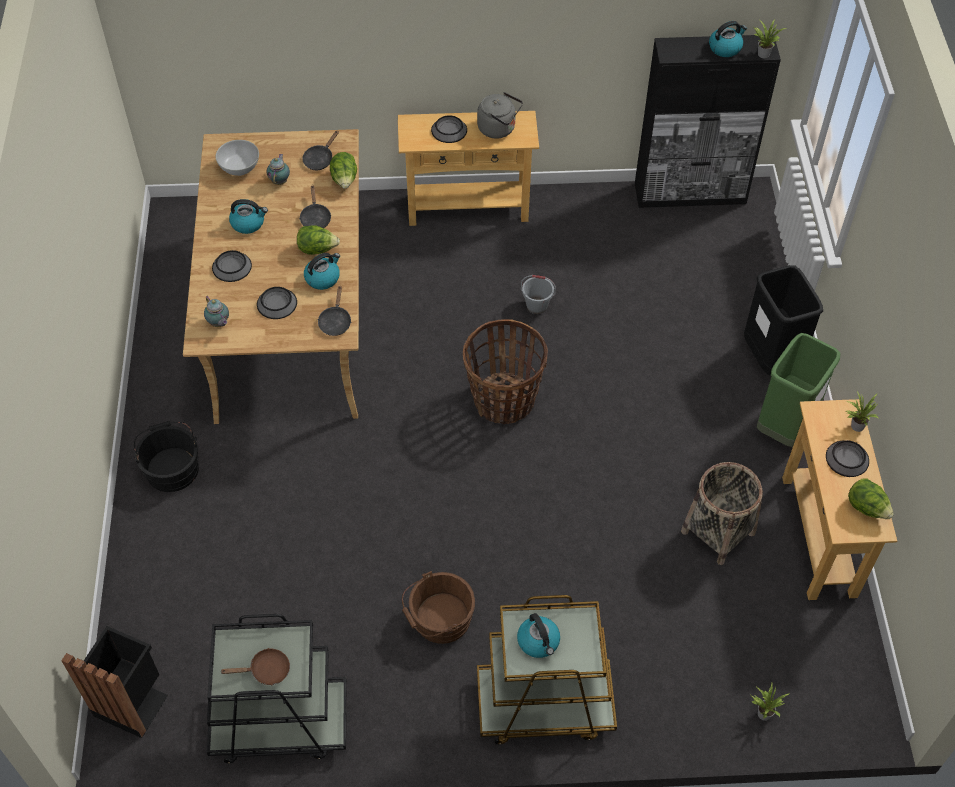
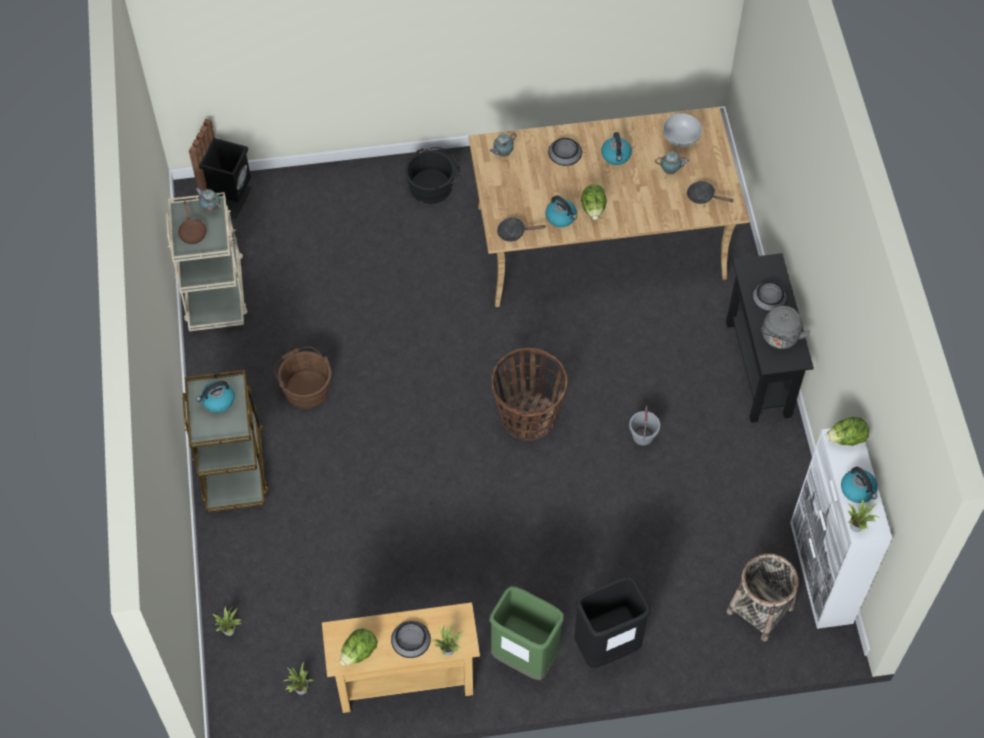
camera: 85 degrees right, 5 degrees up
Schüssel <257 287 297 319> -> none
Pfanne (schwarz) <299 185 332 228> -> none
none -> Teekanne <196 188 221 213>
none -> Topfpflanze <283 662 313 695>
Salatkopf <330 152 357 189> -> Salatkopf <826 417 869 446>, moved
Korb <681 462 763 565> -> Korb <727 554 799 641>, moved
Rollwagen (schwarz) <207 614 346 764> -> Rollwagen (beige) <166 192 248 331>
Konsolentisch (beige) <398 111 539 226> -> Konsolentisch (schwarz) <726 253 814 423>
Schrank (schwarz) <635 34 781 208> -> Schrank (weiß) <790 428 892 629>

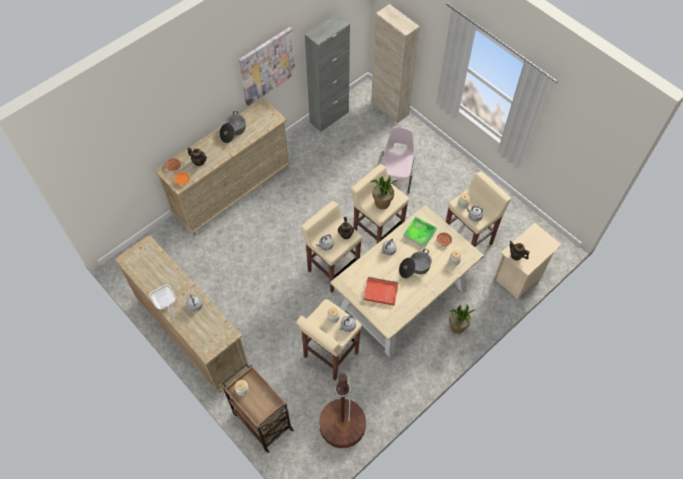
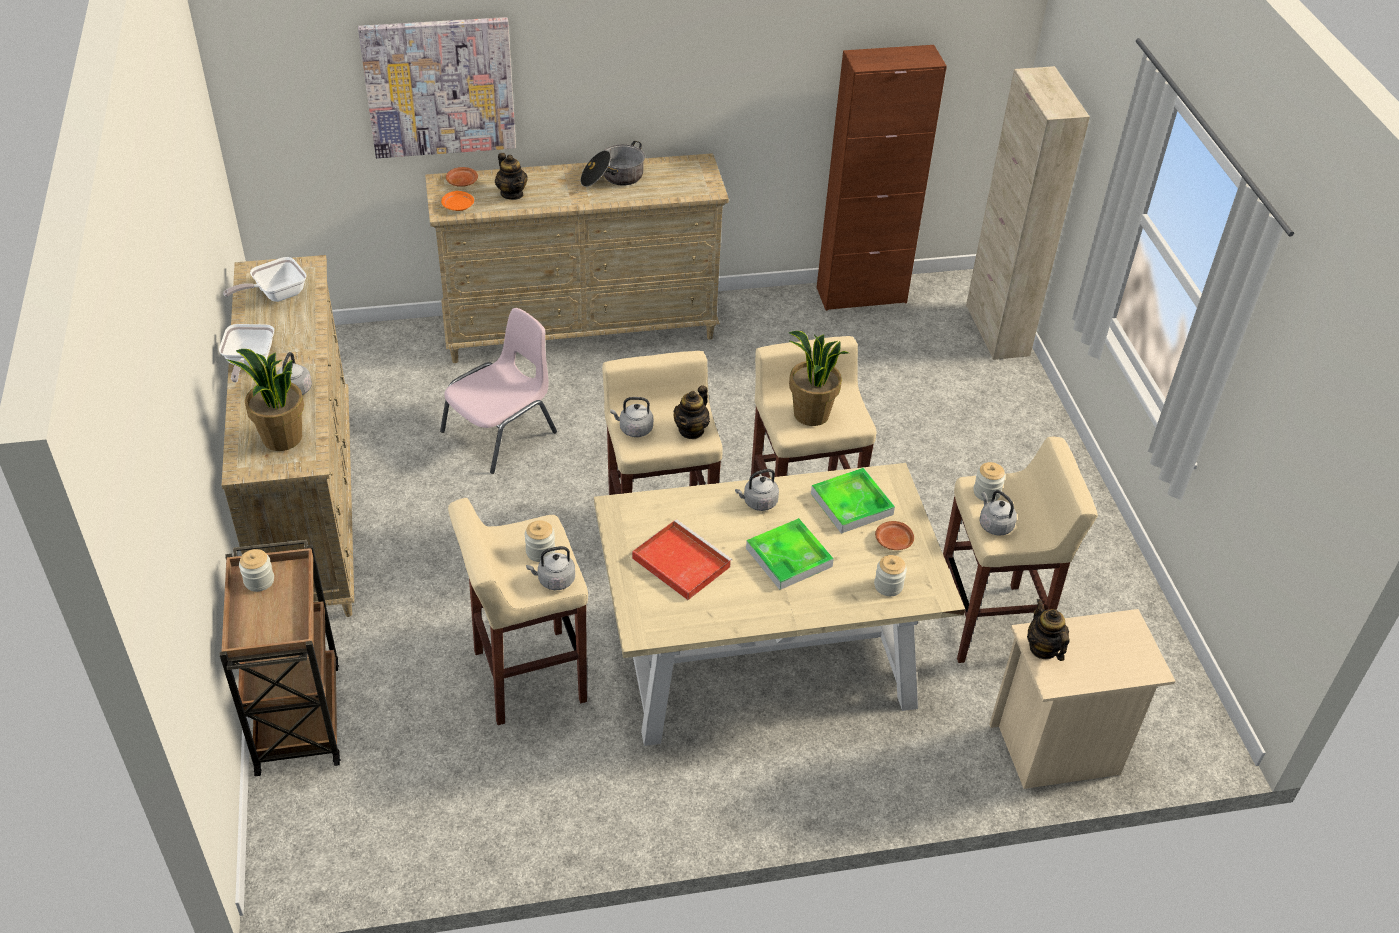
camera: 30 degrees right, 15 degrees down
Stehlampe (braun) <319 373 366 448> -> none
none -> Pfanne <223 257 307 302>
Bild <239 27 296 106> -> Bild <358 17 516 158>, moved
Stuhl (rosa) <378 127 416 194> -> Stuhl (rosa) <440 308 557 474>, moved
Topfpflanze <449 305 475 334> -> Topfpflanze <226 349 304 451>, moved
Kochtopf <399 249 432 278> -> Tablett <746 518 834 590>
Schrank (grau) <305 14 350 132> -> Schrank (braun) <817 45 947 311>

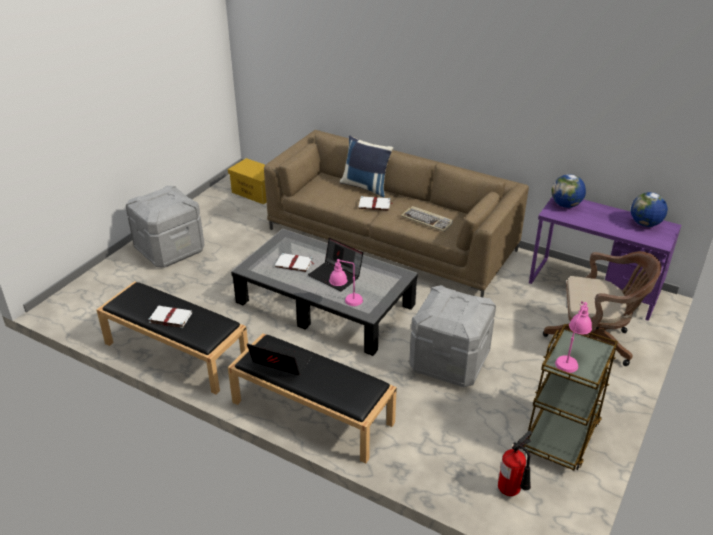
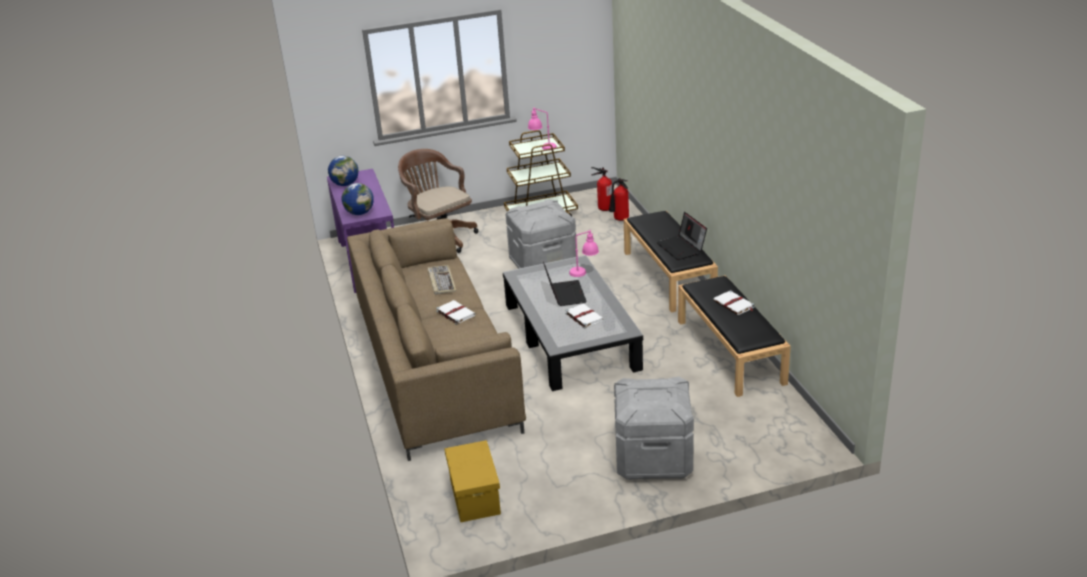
camera: 135 degrees left, 5 degrees down
Kissen (blau) <340 136 393 197> -> none
none -> Feuerlöscher <609 178 629 221>

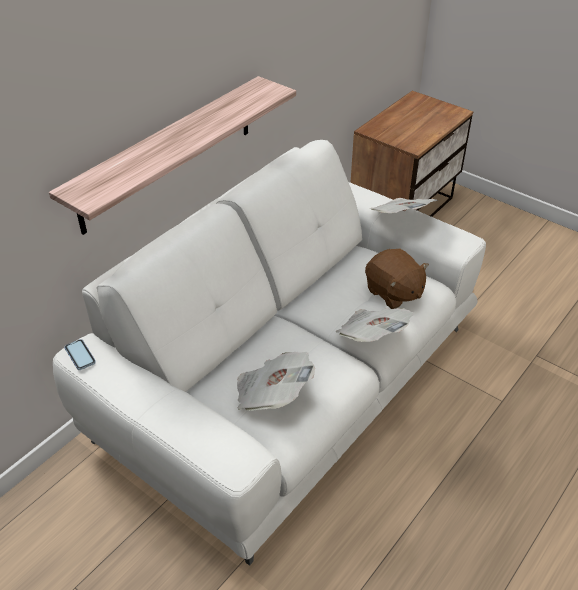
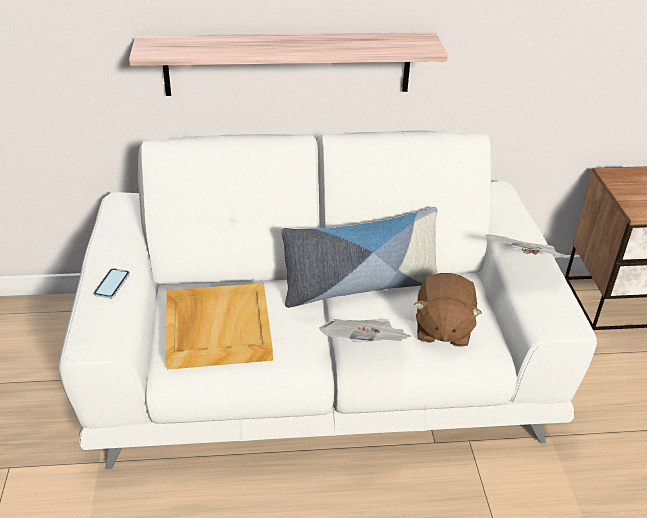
camera: 45 degrees right, 5 degrees down
none -> Kissen <281 207 438 308>
Handy <65 339 96 370> -> Handy <93 268 130 299>, moved
Zeitung <237 352 315 411> -> Tablett (beige) <165 283 273 370>

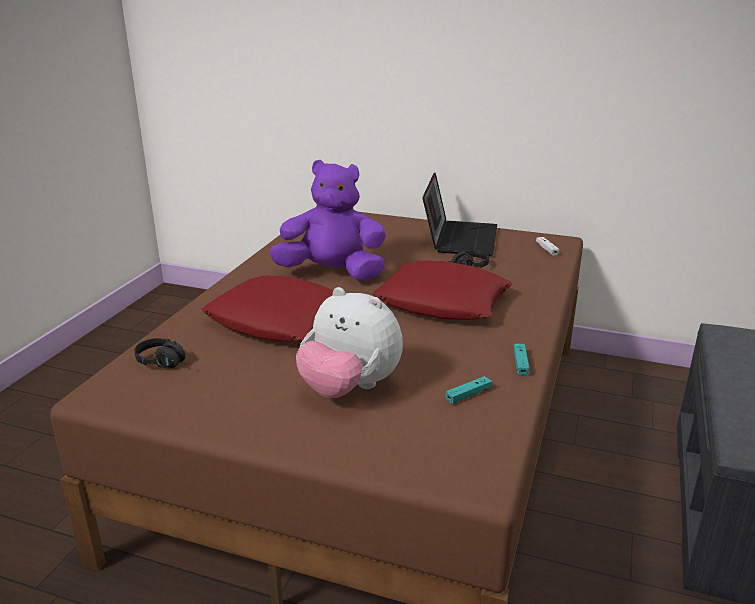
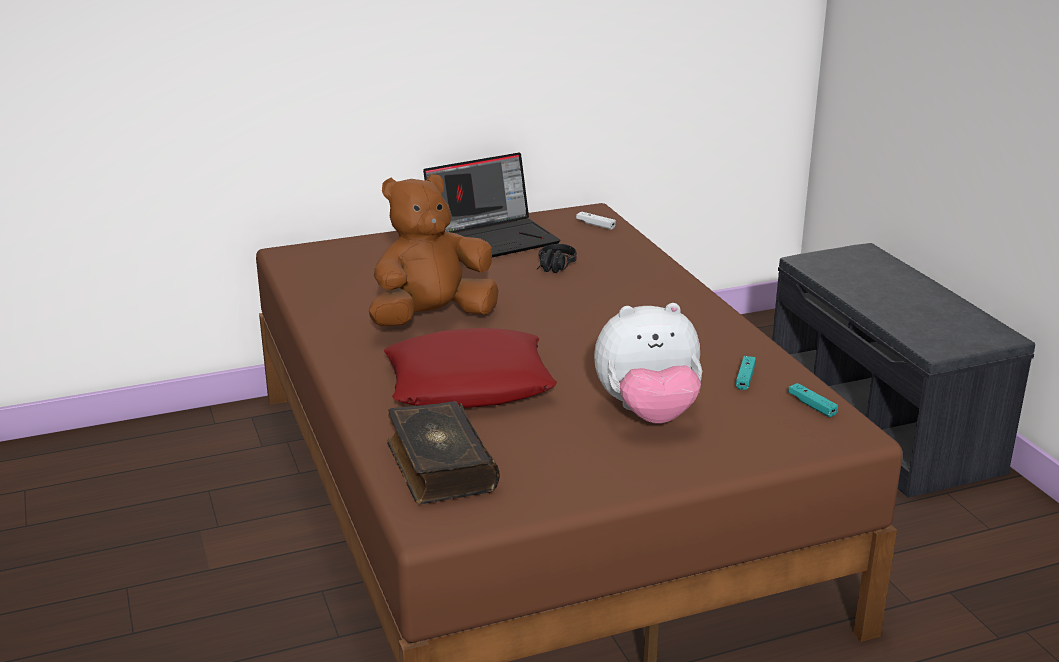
camera: 40 degrees left, 0 degrees up
Kissen (rot) <373 261 513 320> -> none
Gamepad (türkis) <513 343 529 376> -> Gamepad (türkis) <788 383 838 417>, moved
Kopfhörer (schwarz) <135 338 187 368> -> Buch <387 401 500 504>
Plüschtier (lila) <269 160 386 281> -> Plüschtier (braun) <369 174 499 326>
Laptop <422 173 497 256> -> Laptop <423 152 561 257>, 90 degrees clockwise

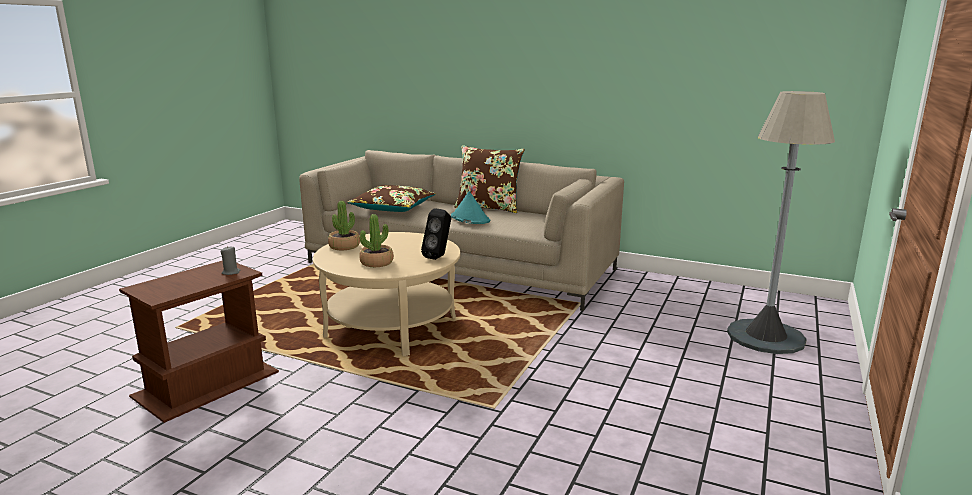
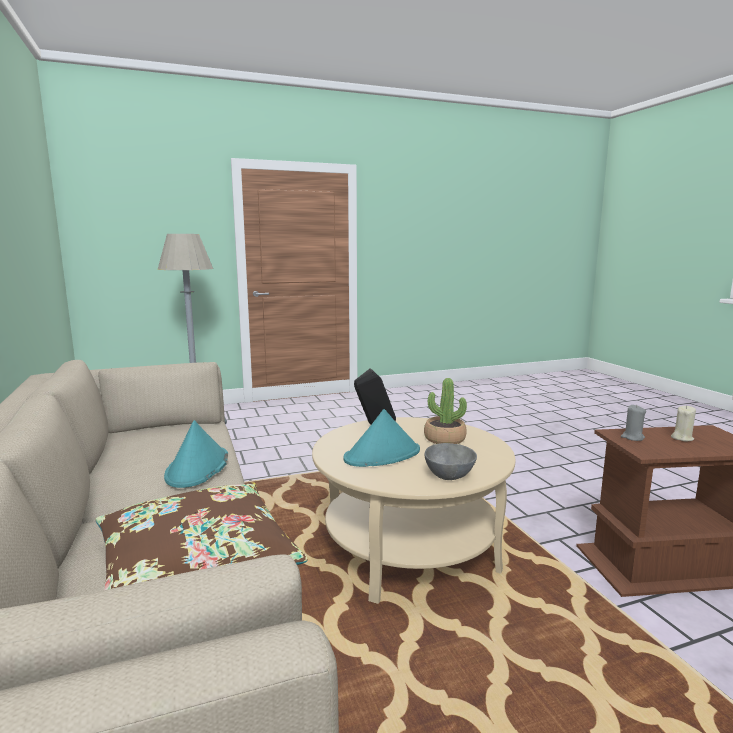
camera: 135 degrees left, 5 degrees down
Kissen (braun) <454 145 525 213> -> none
none -> Hut (türkis) <343 409 420 467>
none -> Kerze (beige) <671 406 696 441>
Topfpflanze <328 201 360 250> -> Schüssel (grau) <424 443 477 480>

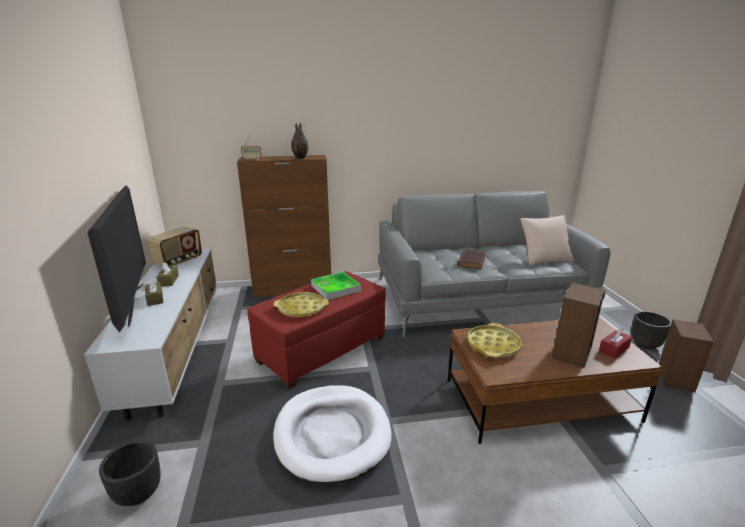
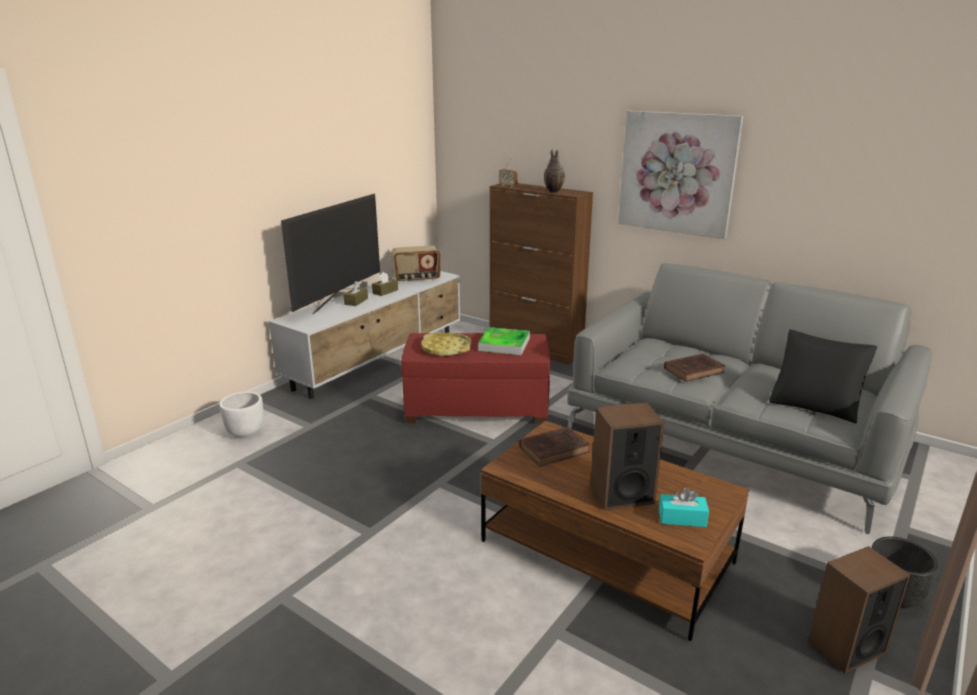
camera: 45 degrees right, 0 degrees up
Hundebett (weiß) <273 385 392 483> -> none
none -> Bild <618 111 744 239>
Tablett (gelb) <467 323 522 357> -> Buch (braun) <519 426 590 467>
Pflanzkübel (schwarz) <99 440 161 506> -> Pflanzkübel (weiß) <219 392 264 439>
Kissen (beige) <520 215 575 265> -> Kissen (schwarz) <769 330 877 424>
Taschentuchbox (rot) <599 327 632 358> -> Taschentuchbox (türkis) <659 488 709 527>

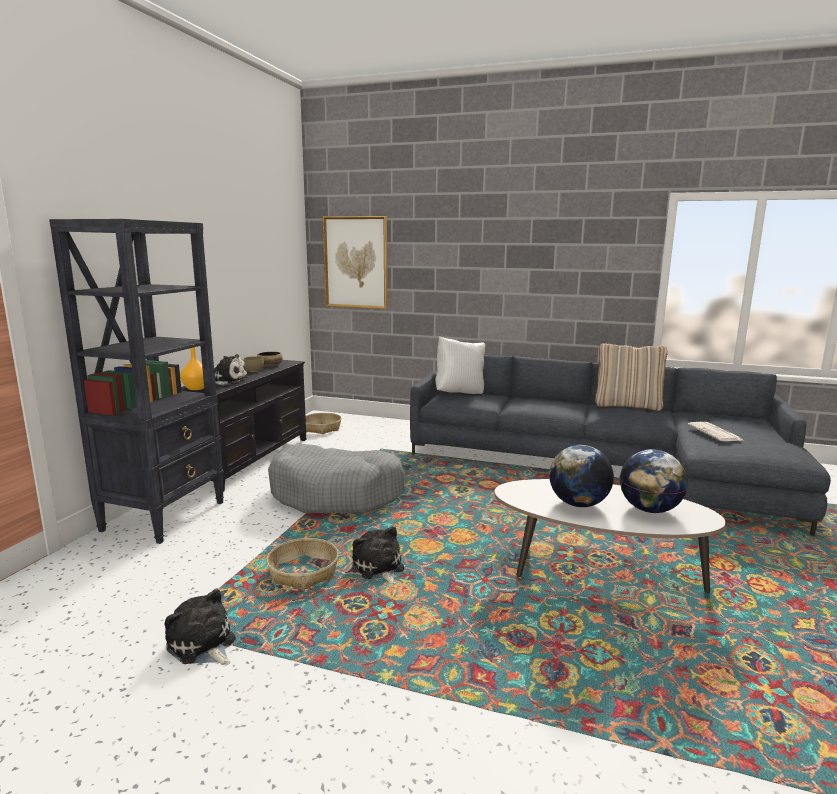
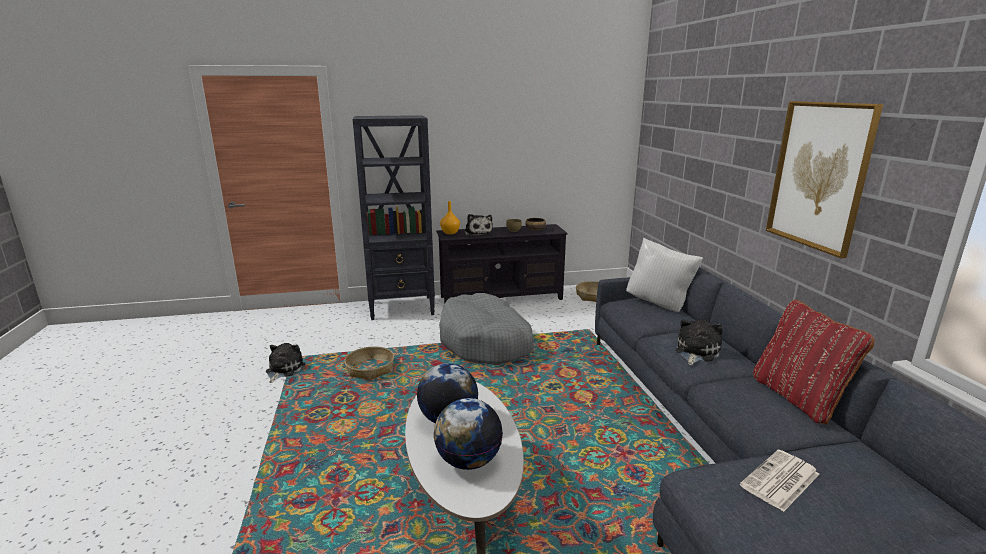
camera: 60 degrees right, 5 degrees up
Bild <323 216 387 309> -> Bild <766 101 883 258>, moved
Plüschtier <352 526 404 585> -> Plüschtier <675 320 723 365>, moved
Kissen (beige) <595 343 667 411> -> Kissen (rot) <753 300 875 425>

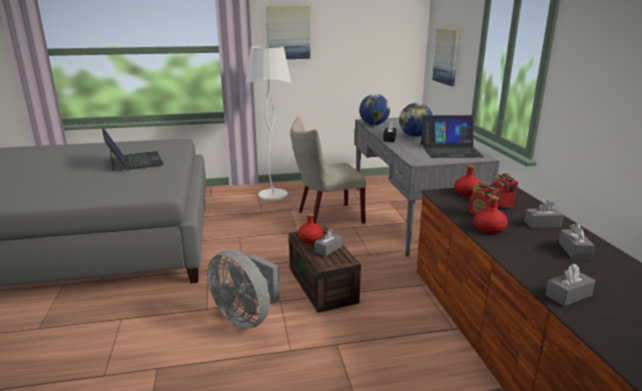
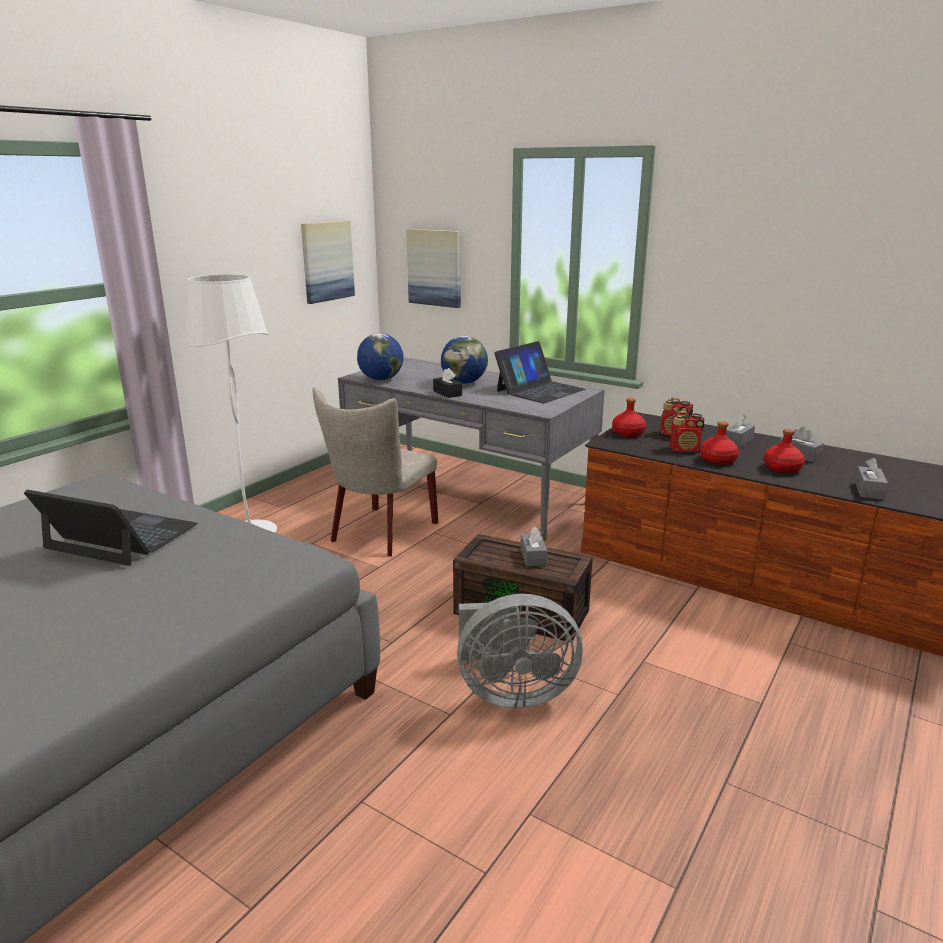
camera: 45 degrees left, 0 degrees up
Bild <266 6 310 59> -> Bild <301 221 355 304>, moved
Flasche (rot) <297 213 323 244> -> Flasche (rot) <764 429 805 473>, moved

